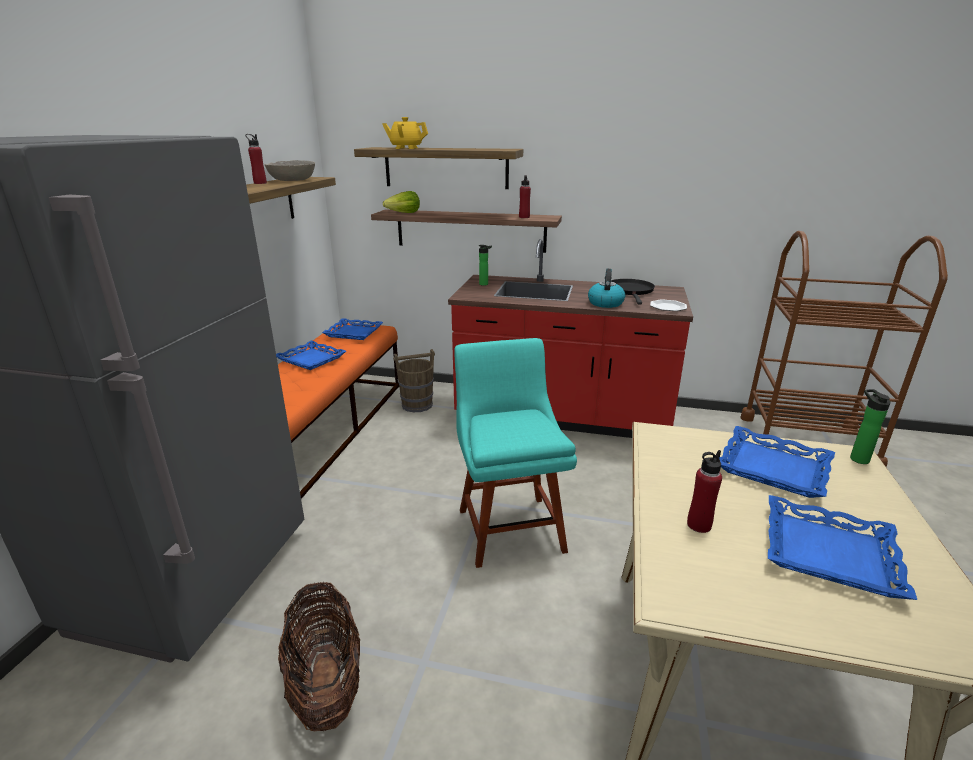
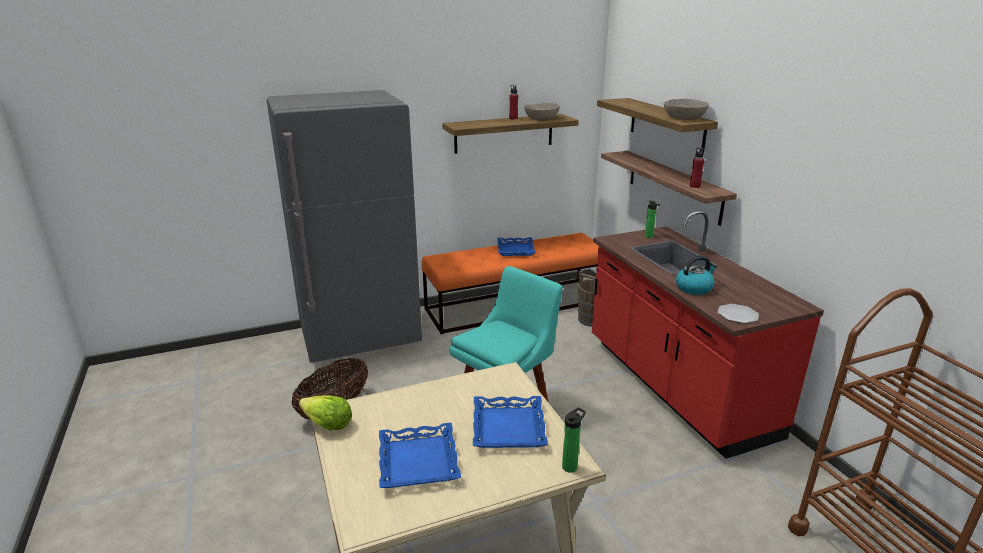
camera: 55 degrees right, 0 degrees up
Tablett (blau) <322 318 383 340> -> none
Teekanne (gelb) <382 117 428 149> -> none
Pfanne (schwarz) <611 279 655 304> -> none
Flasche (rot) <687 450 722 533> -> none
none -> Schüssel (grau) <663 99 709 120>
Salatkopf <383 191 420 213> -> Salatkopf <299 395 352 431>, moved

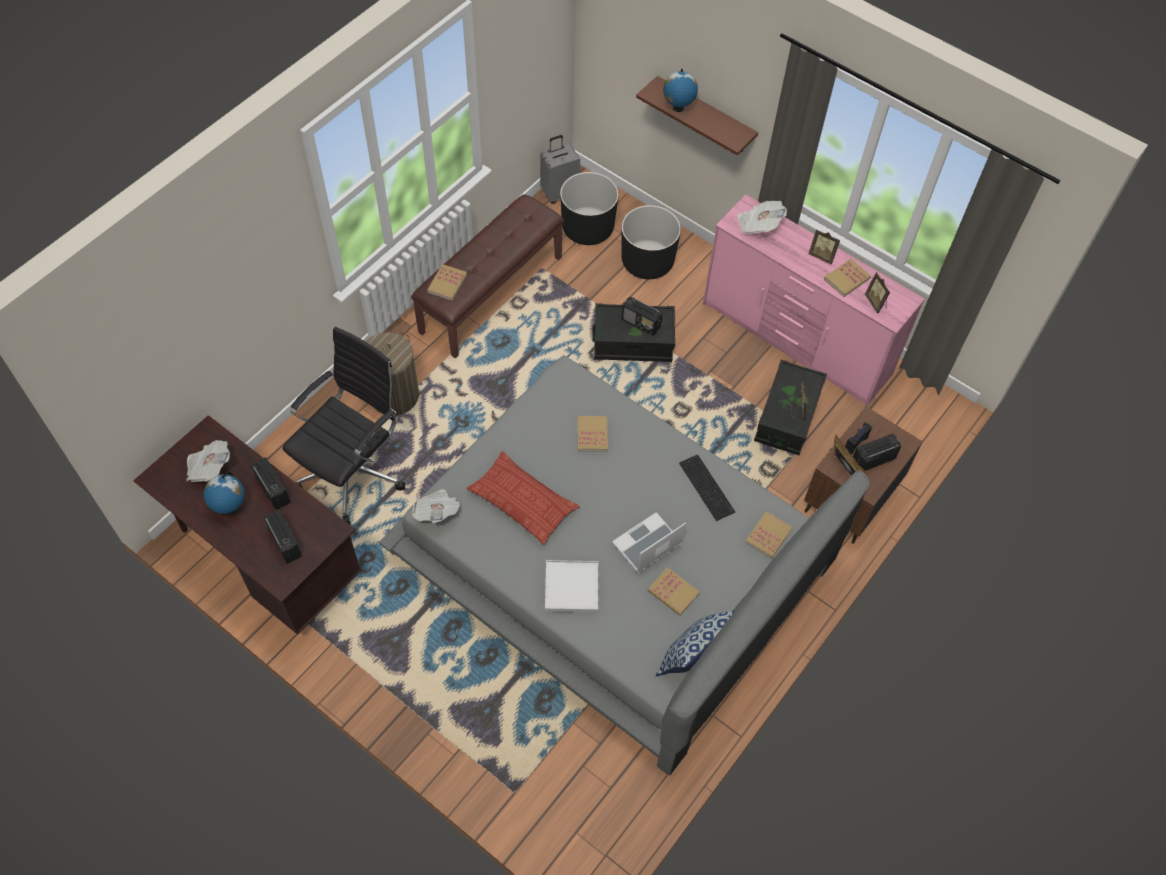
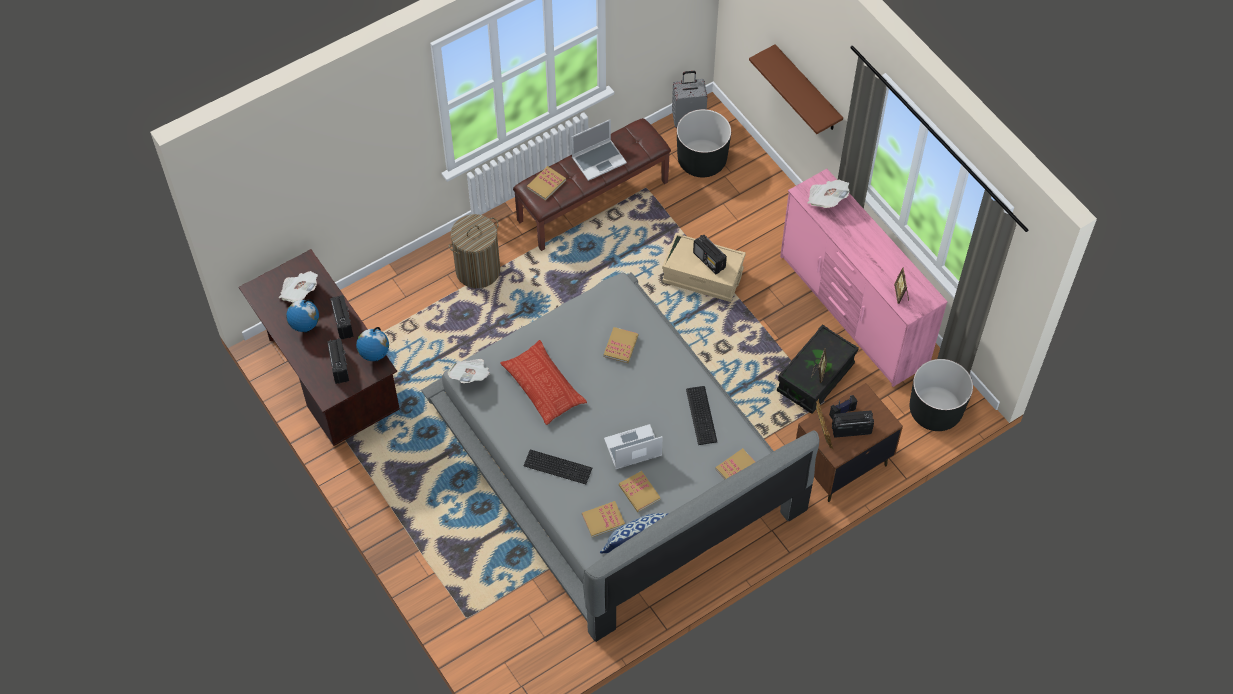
camera: 20 degrees right, 0 degrees up
Bürostuhl (schwarz) <282 327 405 524> -> none
Bilderrahmen <808 229 840 264> -> none
none -> Laptop <571 119 627 181>
Pflanzkübel (schwarz) <621 205 681 279> -> Pflanzkübel (schwarz) <910 359 973 431>, moved
Globus <663 69 698 112> -> Globus <356 327 389 362>, moved
Buch <824 259 871 297> -> Buch <582 501 625 537>, moved
Tablett (weiß) <545 560 598 613> -> Tastatur <524 450 592 484>
Aufbewahrungsbox (schwarz) <592 303 675 362> -> Aufbewahrungsbox (beige) <662 233 746 302>

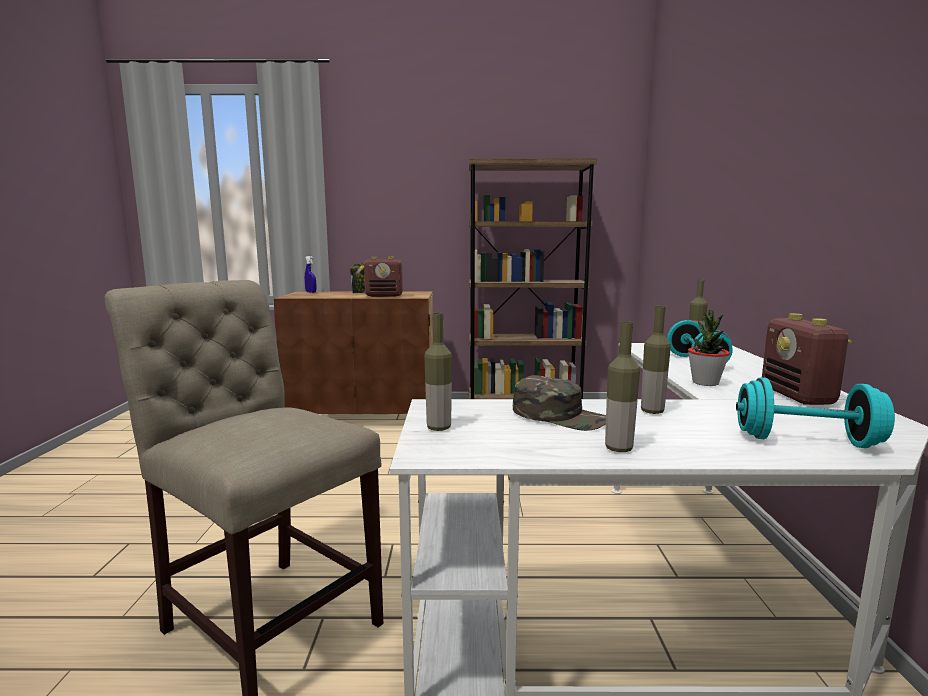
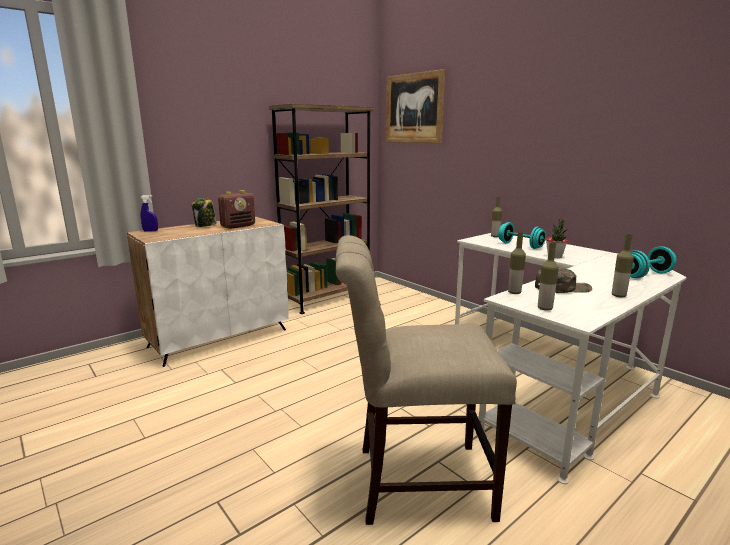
camera: 40 degrees left, 5 degrees up
Radio <762 313 852 405> -> none
none -> Bild <386 69 445 143>
Flasche <641 306 671 414> -> Flasche <508 232 526 294>, moved
Schrank (braun) <274 292 433 414> -> Schrank (weiß) <127 217 289 367>

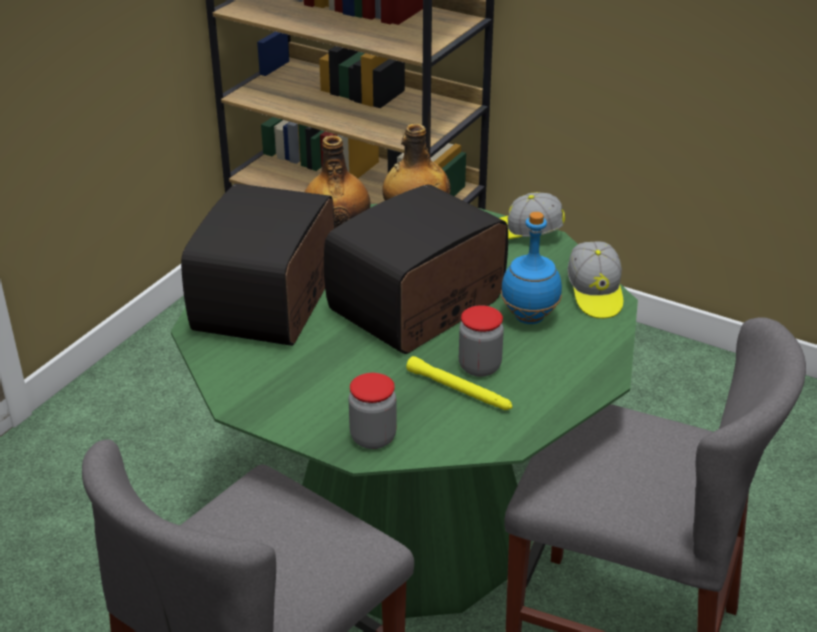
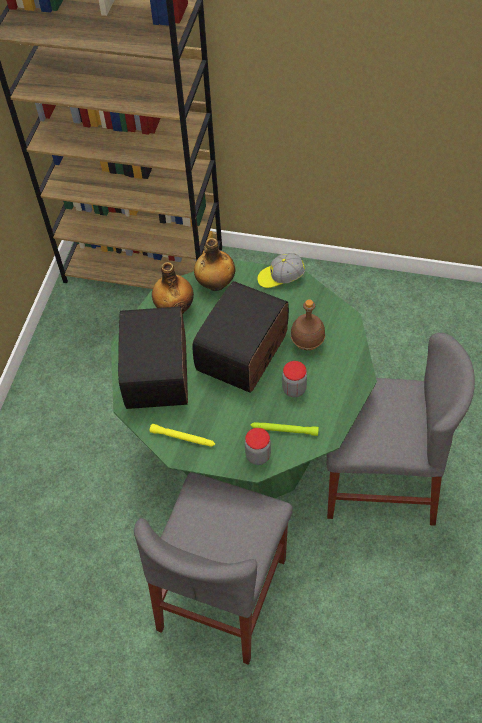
camera: 15 degrees left, 20 degrees up
Kappe <567 241 623 319> -> none
none -> Taschenlampe (grün) <251 422 319 436>
Taschenlampe (gelb) <406 356 513 410> -> Taschenlampe (gelb) <150 424 215 447>, moved
Flasche (blau) <501 212 562 324> -> Flasche (braun) <291 299 325 350>

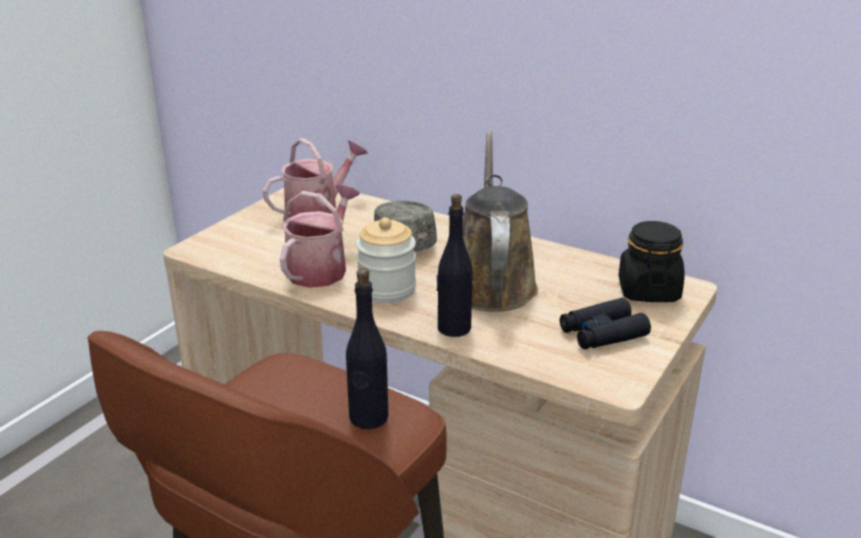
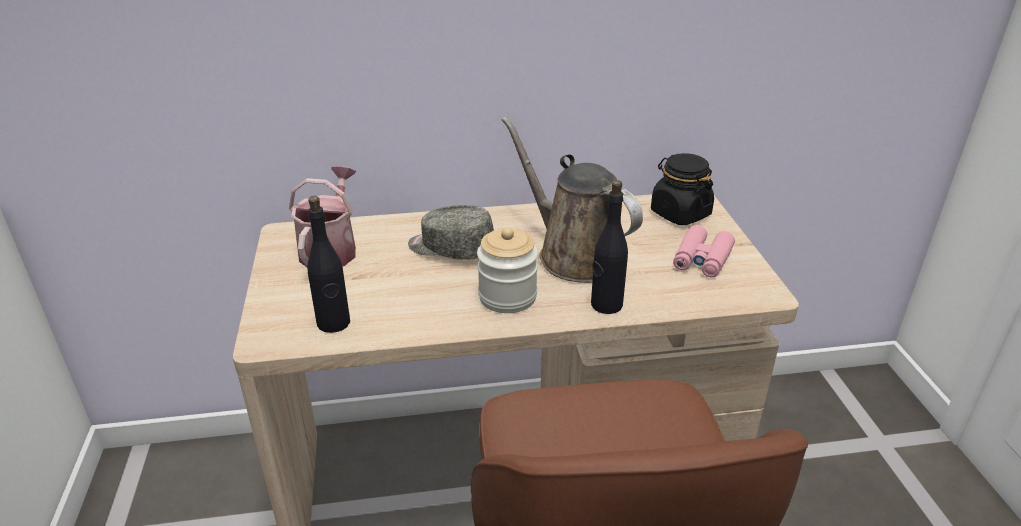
camera: 40 degrees left, 5 degrees up
Gießkanne <280 184 360 288> -> none
Flasche (schwarz) <346 268 388 429> -> Flasche (schwarz) <308 196 350 333>, moved
Fernglas (schwarz) <560 298 651 349> -> Fernglas (rosa) <673 225 735 278>

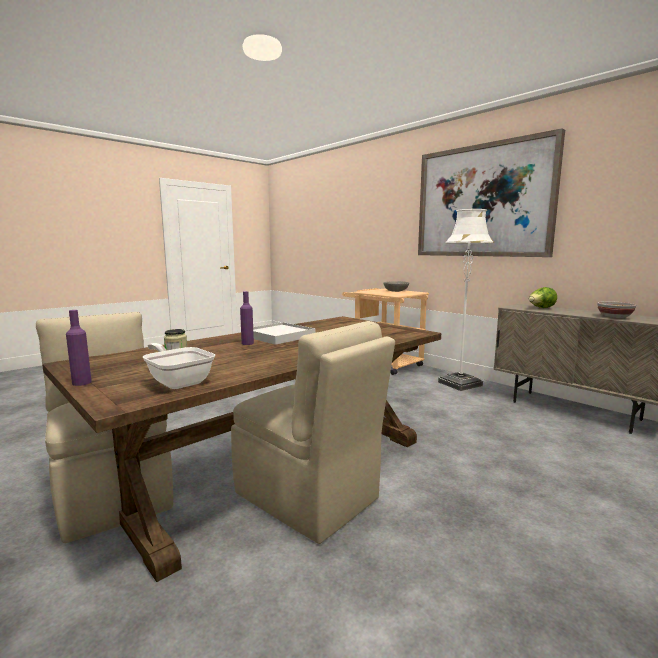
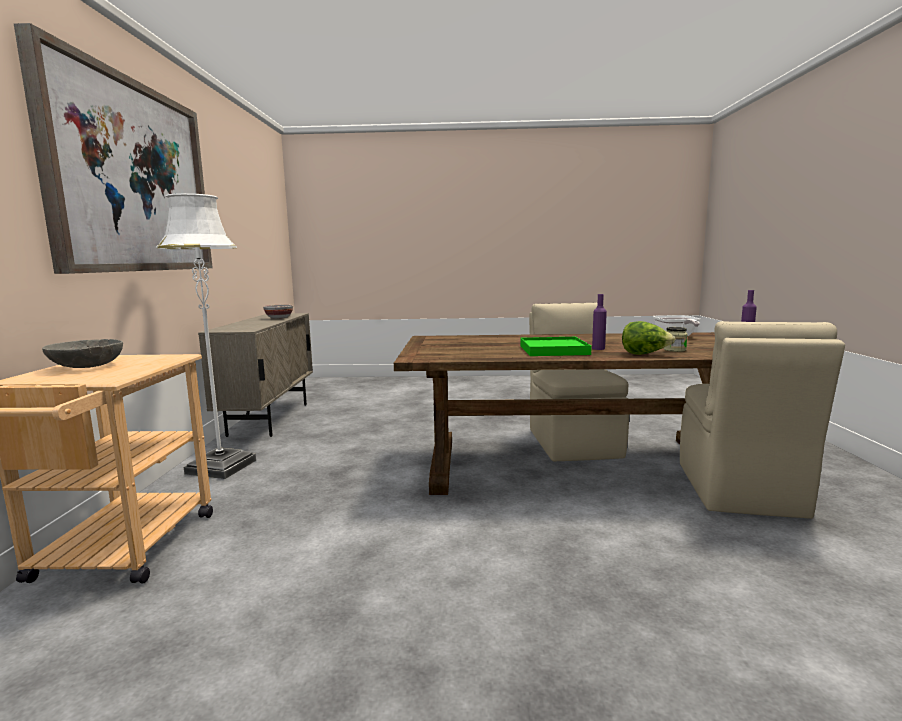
camera: 135 degrees left, 0 degrees up
Salatkopf <529 287 557 308> -> Salatkopf <622 321 676 355>, moved
Tablett (weiß) <253 322 315 345> -> Tablett (grün) <520 337 592 356>

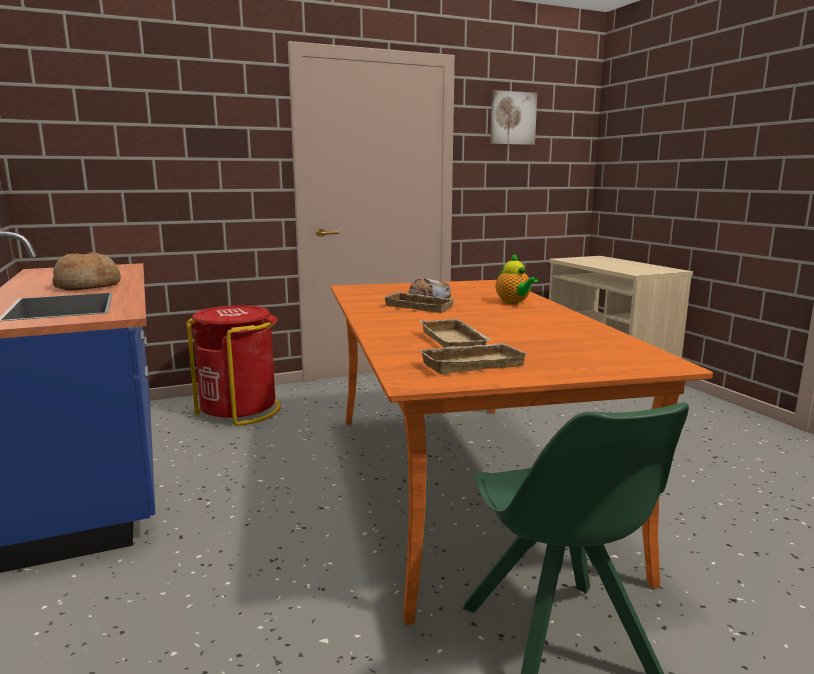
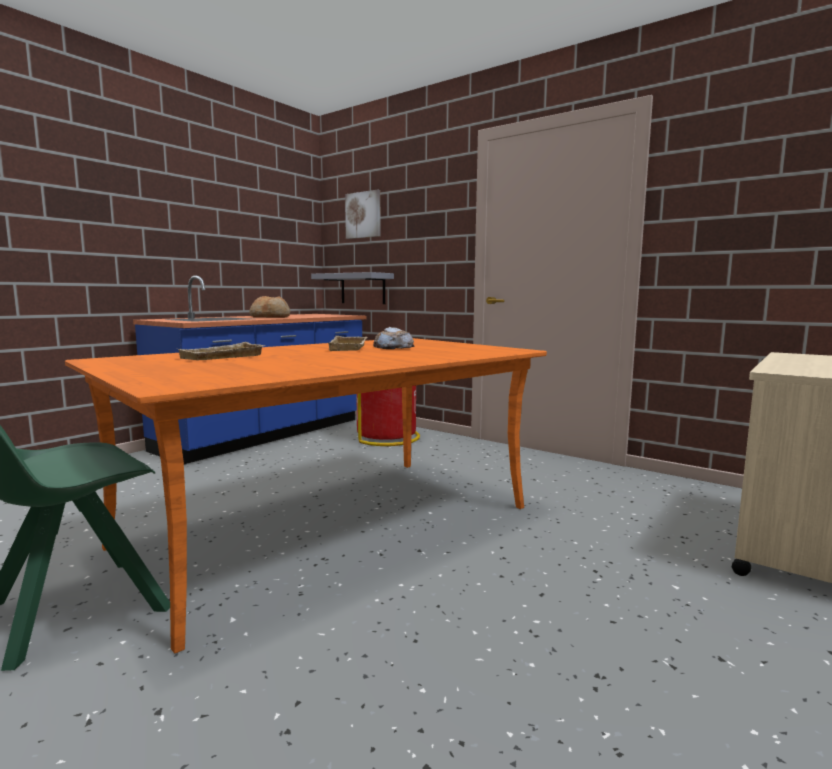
camera: 60 degrees right, 5 degrees down
Tablett (beige) <417 343 528 374> -> none
Teekanne <496 254 538 304> -> none
none -> Wandregal (grau) <311 272 394 304>
Bild <490 90 537 145> -> Bild <345 189 381 239>, moved

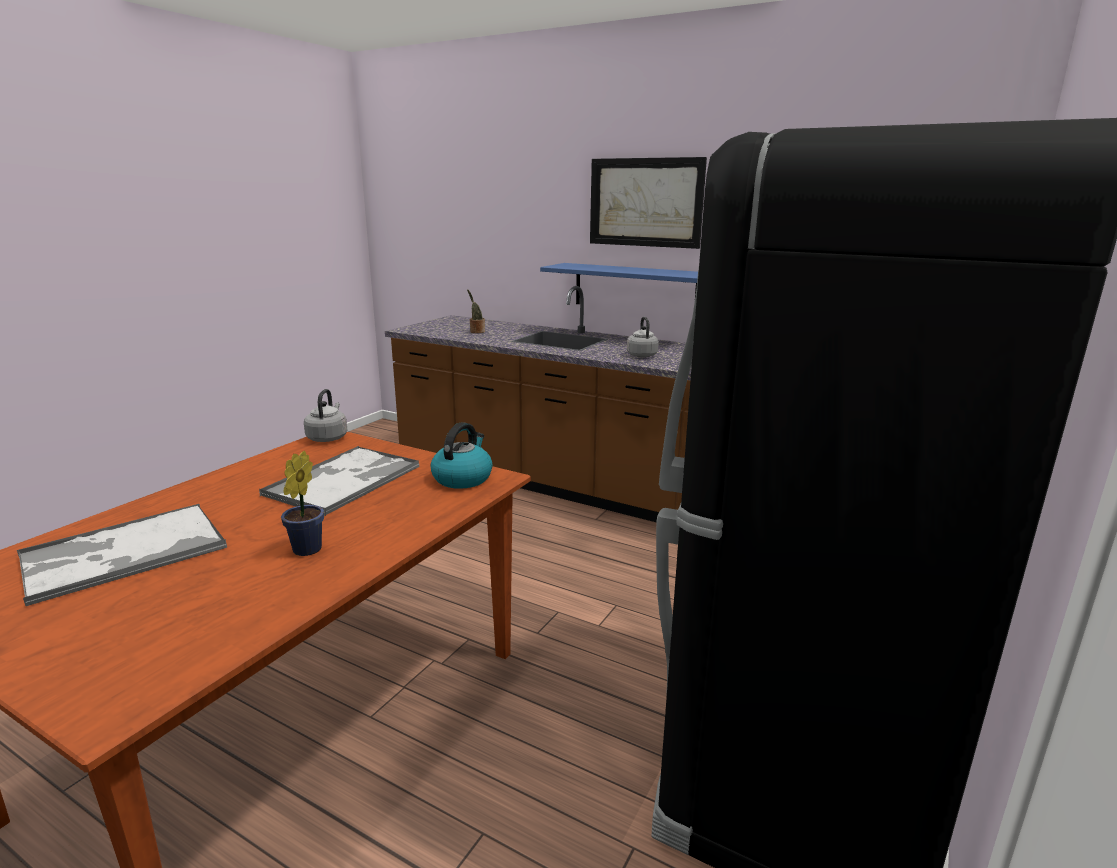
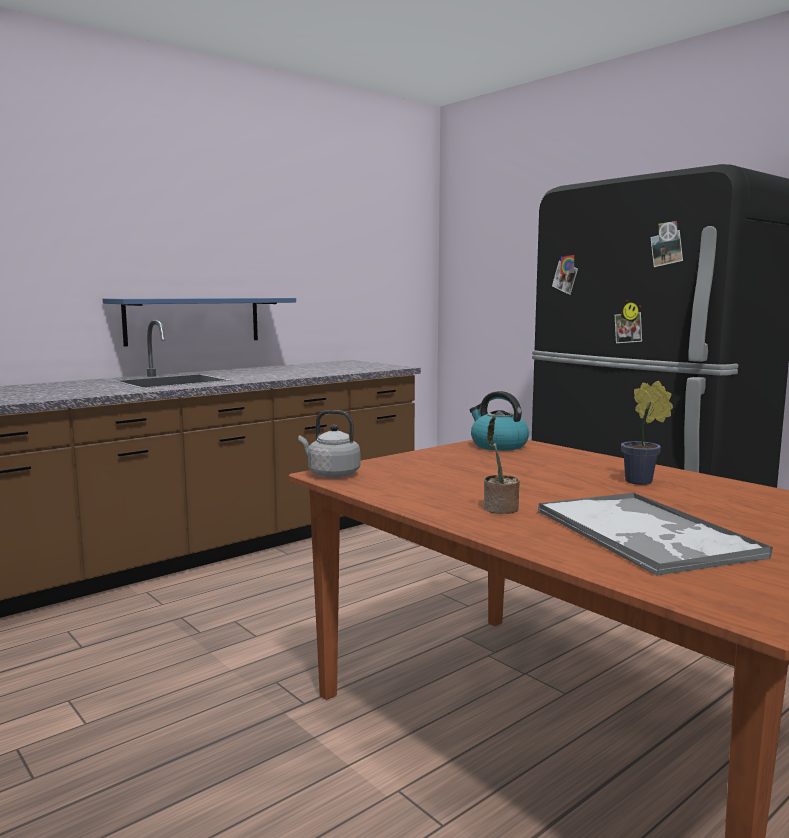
camera: 70 degrees left, 10 degrees down
Tablett <259 446 419 516> -> none
Bild <590 157 707 249> -> none
Wasserkessel (grau) <627 317 659 358> -> none
Topfpflanze <467 289 485 334> -> Topfpflanze <484 416 520 514>, moved

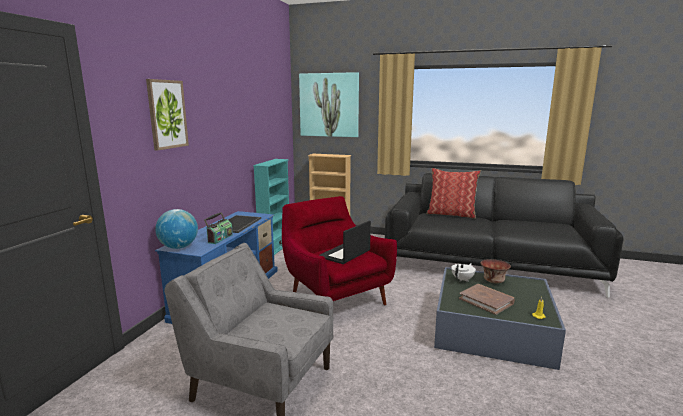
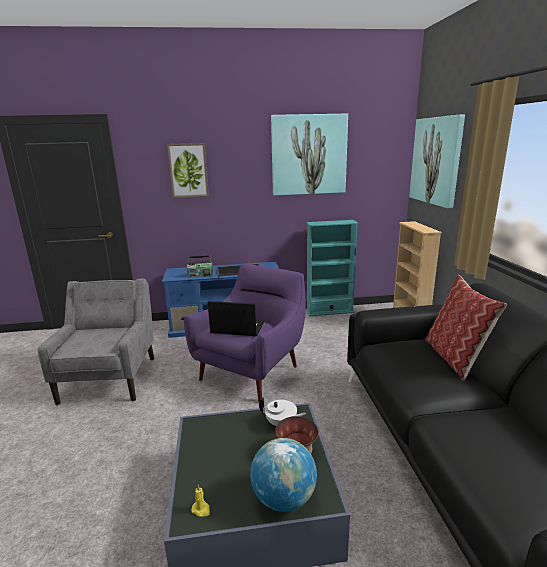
camera: 65 degrees right, 5 degrees up
Buch (braun) <459 284 515 315> -> none
none -> Bild <271 114 348 196>
Globus <155 209 198 249> -> Globus <250 438 317 512>, moved
Sessel (rot) <282 196 397 305> -> Sessel (lila) <184 264 306 402>

